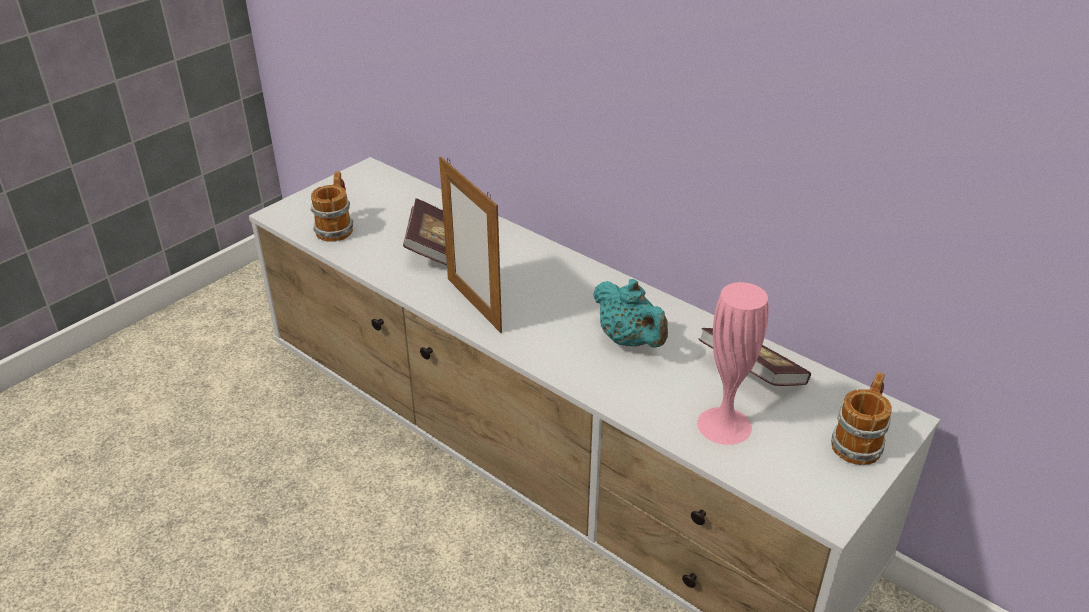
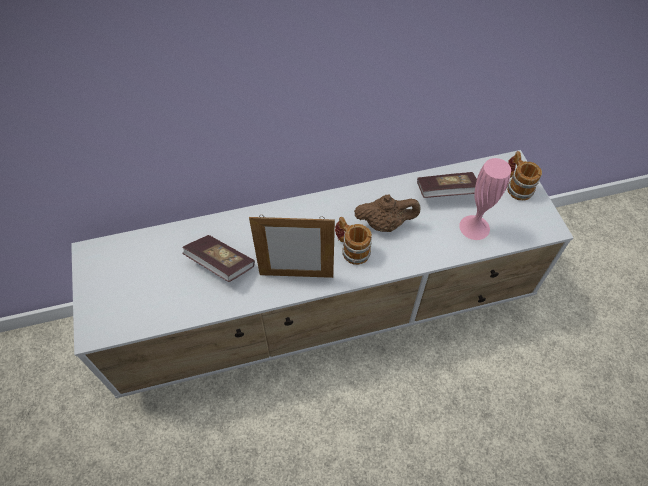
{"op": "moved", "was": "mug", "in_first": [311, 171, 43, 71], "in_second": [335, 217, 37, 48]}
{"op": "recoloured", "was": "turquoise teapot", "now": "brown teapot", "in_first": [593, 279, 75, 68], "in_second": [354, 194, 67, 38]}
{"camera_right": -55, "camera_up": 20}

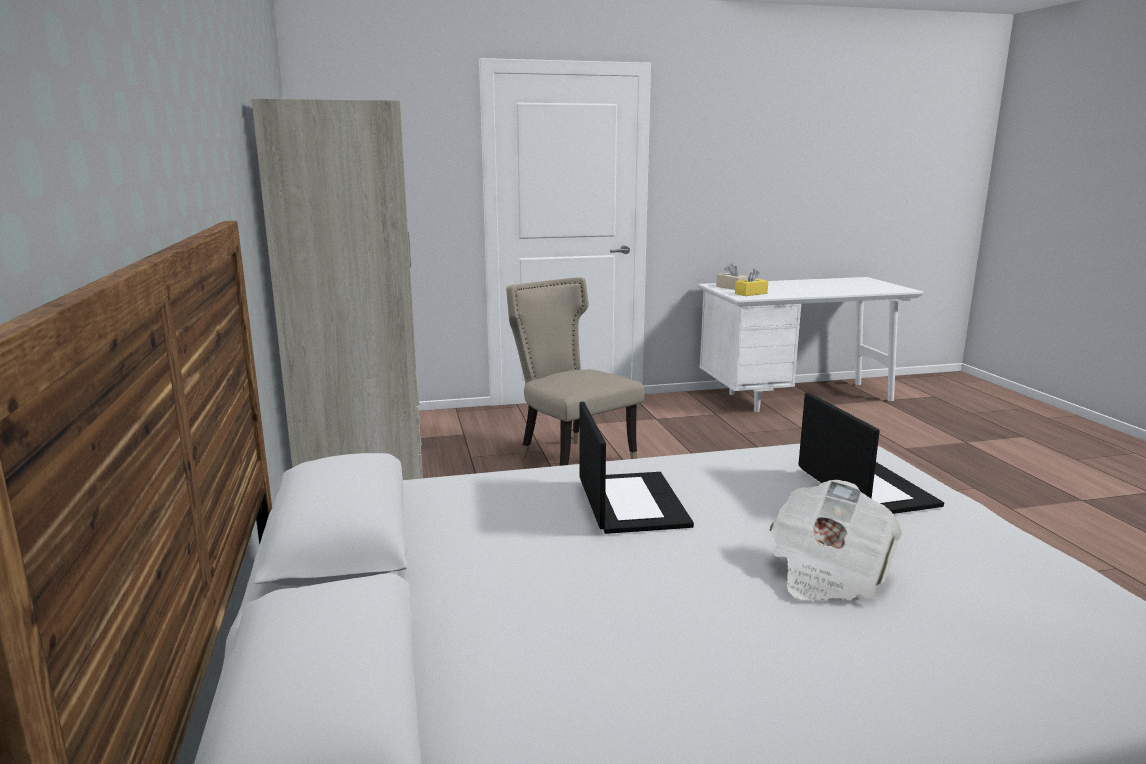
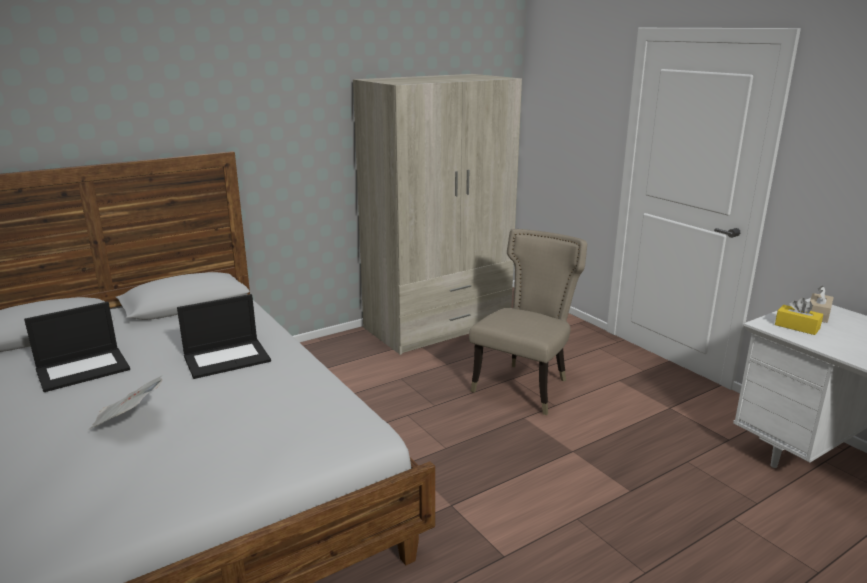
{"op": "moved", "was": "laptop", "in_first": [798, 392, 146, 122], "in_second": [24, 302, 106, 90]}
{"camera_right": 70, "camera_up": 5}

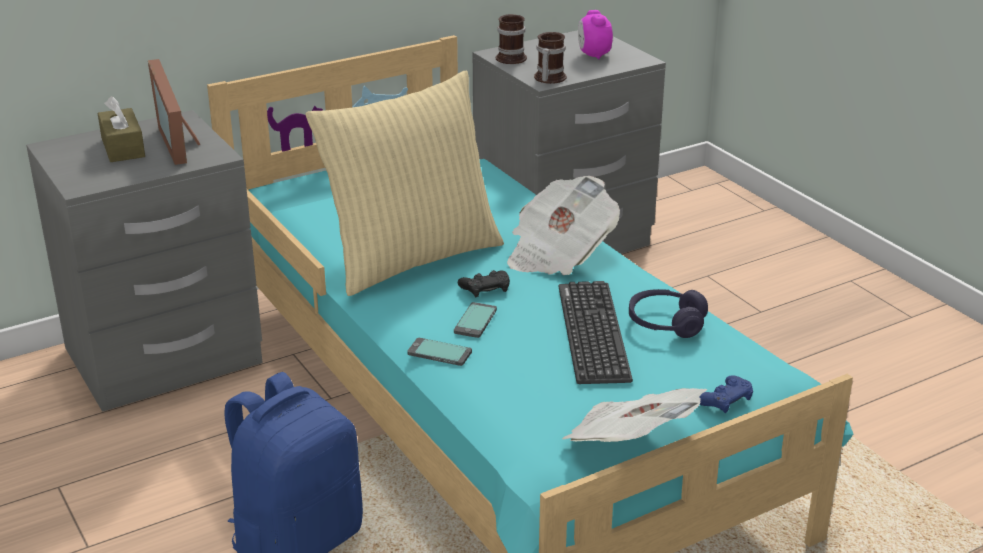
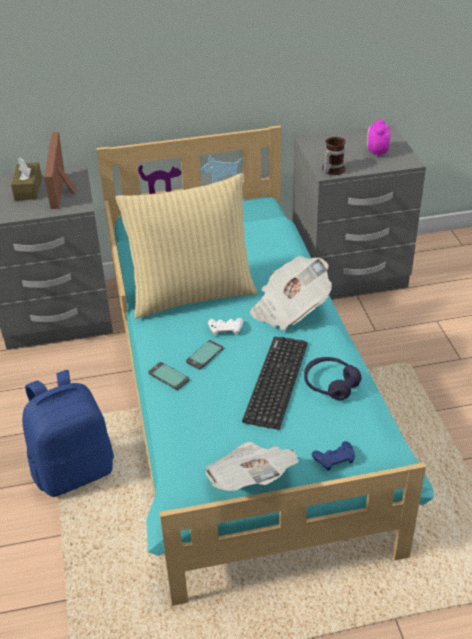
{"op": "removed", "was": "mug", "in_first": [496, 14, 31, 50]}
{"op": "recoloured", "was": "black game controller", "now": "white game controller", "in_first": [458, 270, 52, 27], "in_second": [208, 318, 35, 18]}
{"camera_right": 20, "camera_up": 10}

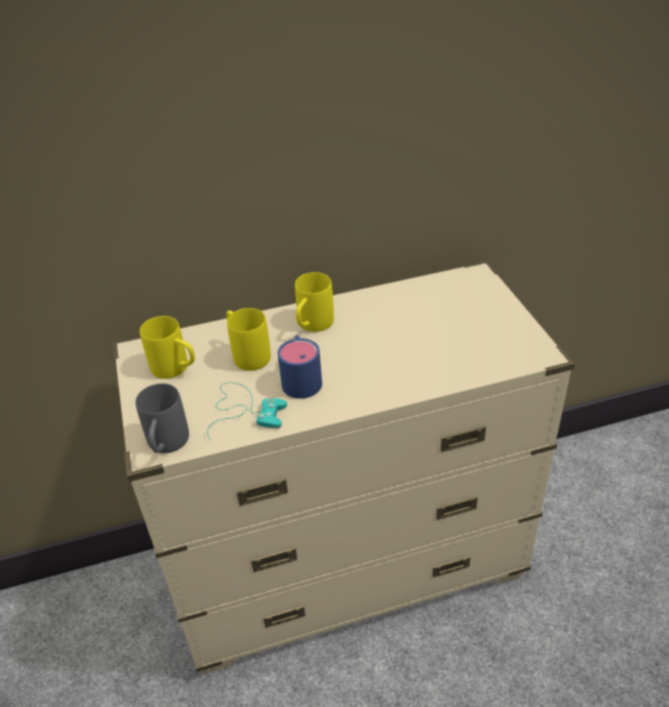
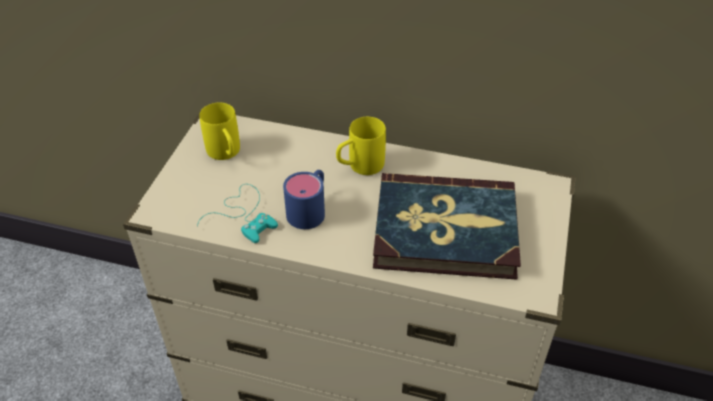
{"op": "removed", "was": "grey mug", "in_first": [136, 383, 53, 70]}
{"op": "removed", "was": "yellow mug", "in_first": [226, 308, 45, 63]}
{"op": "added", "now": "book", "in_second": [373, 173, 148, 107]}
{"camera_right": 30, "camera_up": 5}

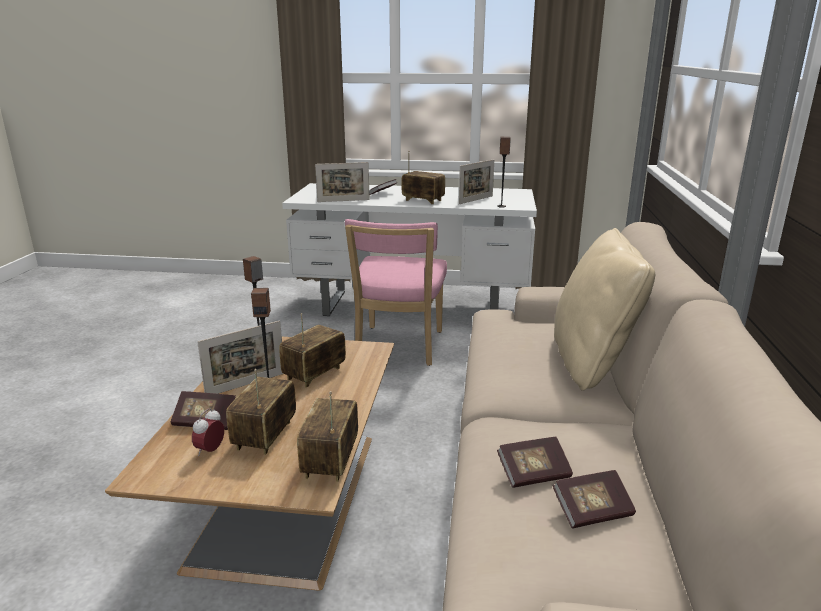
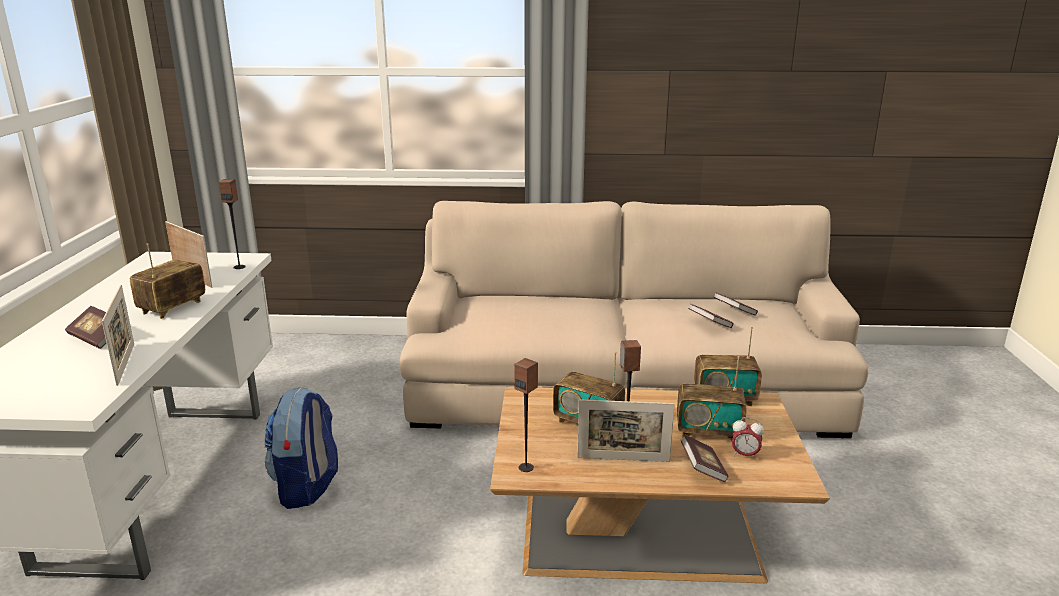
{"op": "removed", "was": "beige pillow", "in_first": [554, 228, 101, 163]}
{"op": "replaced", "was": "pink chair", "now": "backpack", "in_first": [345, 219, 102, 147], "in_second": [265, 387, 73, 122]}
{"op": "turned", "was": "picture frame", "in_first": [197, 320, 86, 74], "in_second": [577, 399, 98, 63], "clockwise": 135}
{"camera_right": -95, "camera_up": 0}

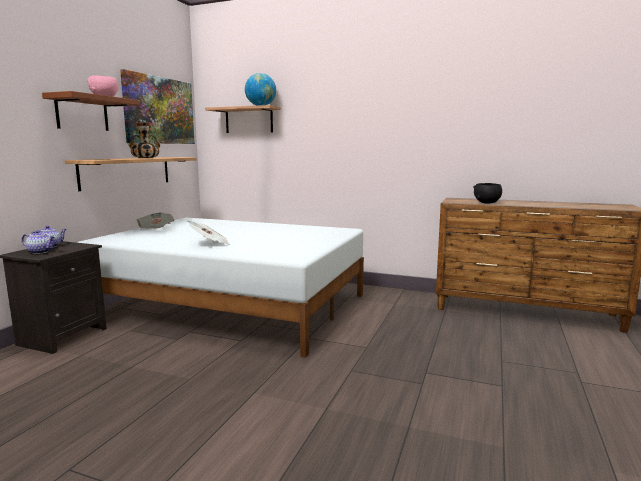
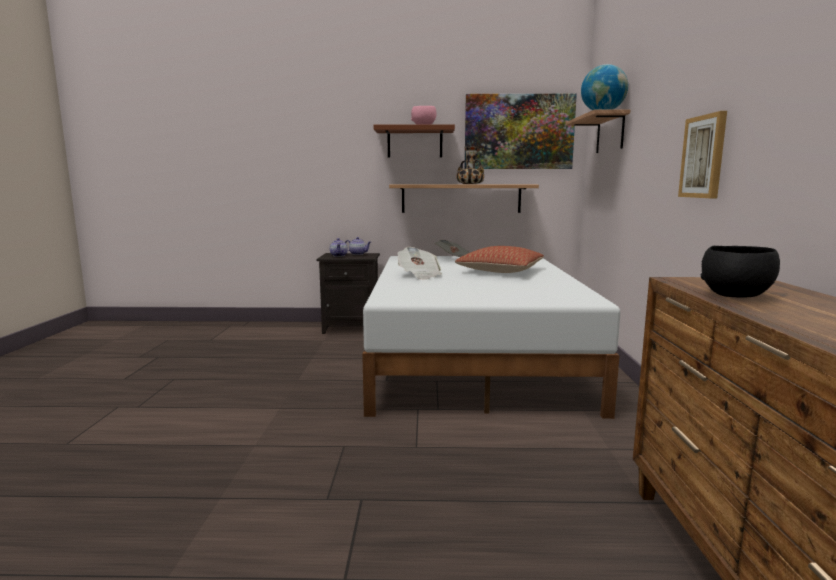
{"op": "added", "now": "pillow", "in_second": [455, 246, 89, 27]}
{"op": "added", "now": "picture", "in_second": [678, 111, 49, 87]}
{"camera_right": 70, "camera_up": 0}

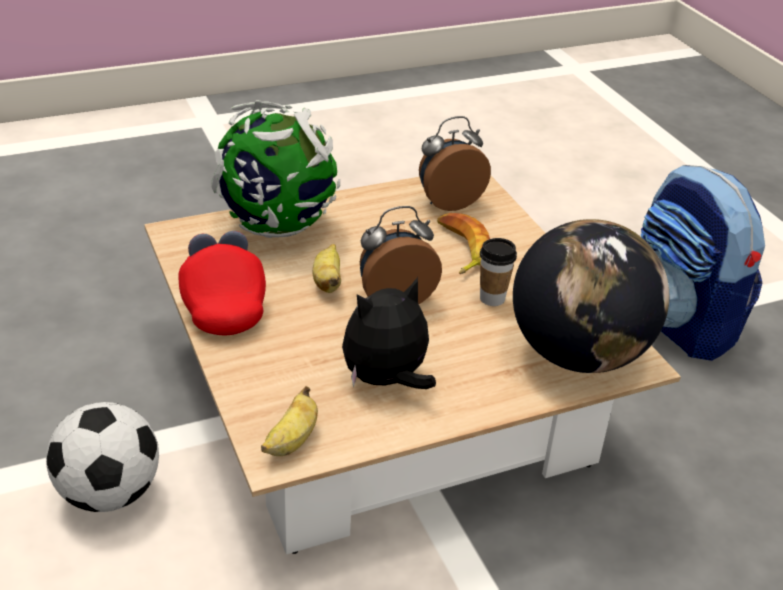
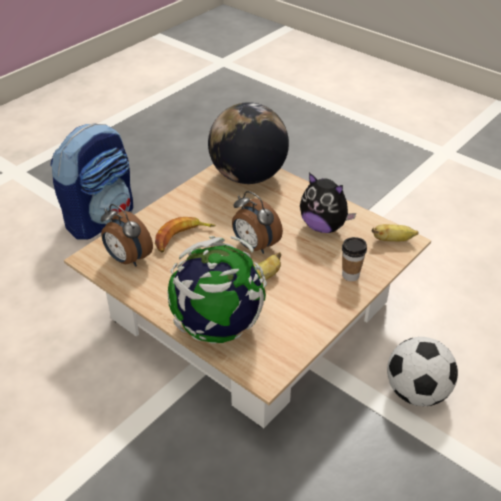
{"op": "removed", "was": "red cap", "in_first": [179, 231, 87, 104]}
{"op": "moved", "was": "cup", "in_first": [480, 238, 37, 68], "in_second": [342, 237, 25, 44]}
{"camera_right": -115, "camera_up": 5}

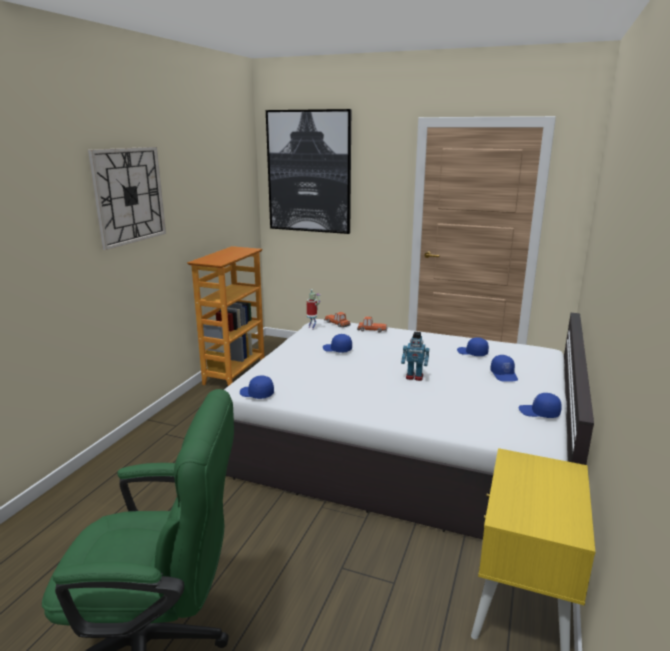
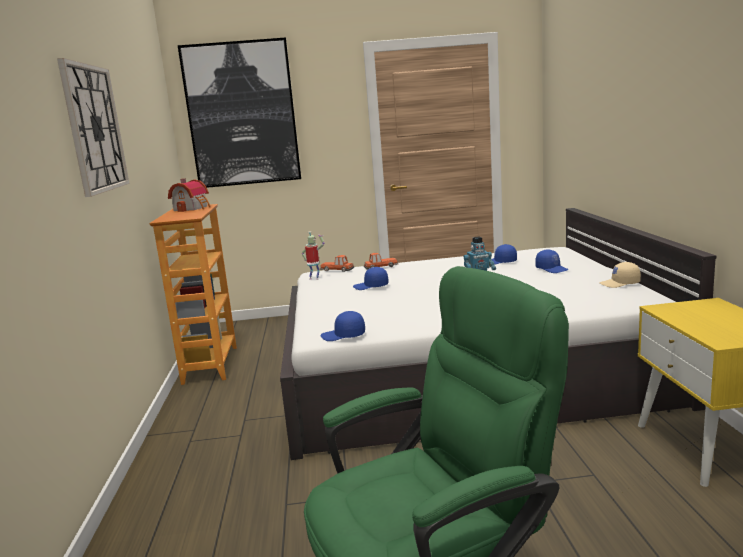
{"op": "added", "now": "toy house", "in_second": [168, 178, 42, 34]}
{"op": "recoloured", "was": "blue cap", "now": "beige cap", "in_first": [519, 393, 43, 25], "in_second": [599, 262, 42, 26]}
{"camera_right": -25, "camera_up": -5}

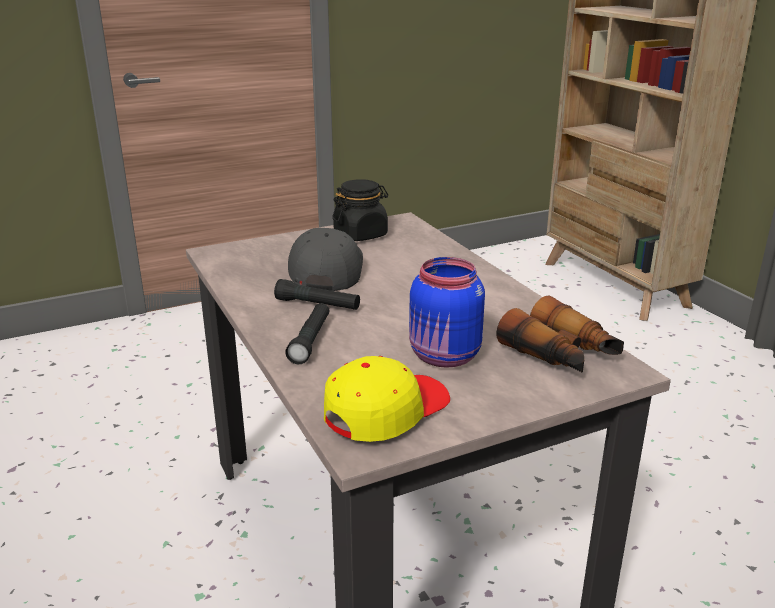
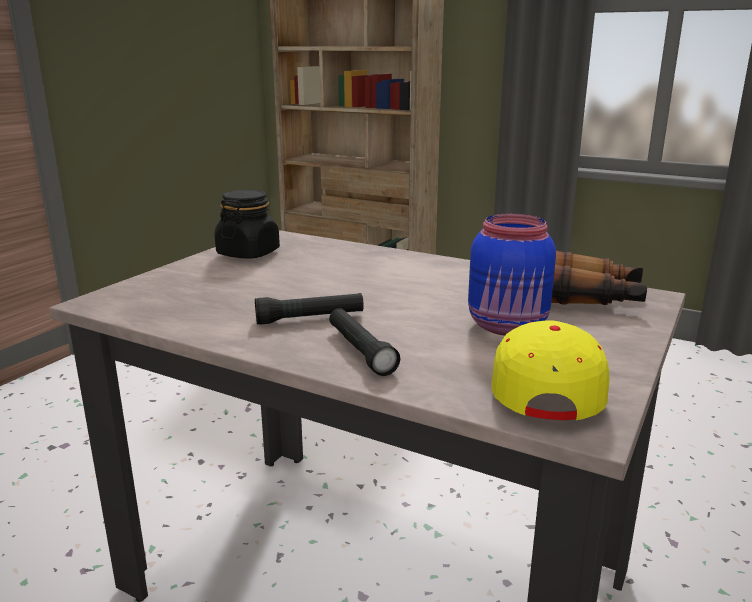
{"op": "removed", "was": "grey cap", "in_first": [288, 228, 75, 63]}
{"camera_right": -35, "camera_up": -5}

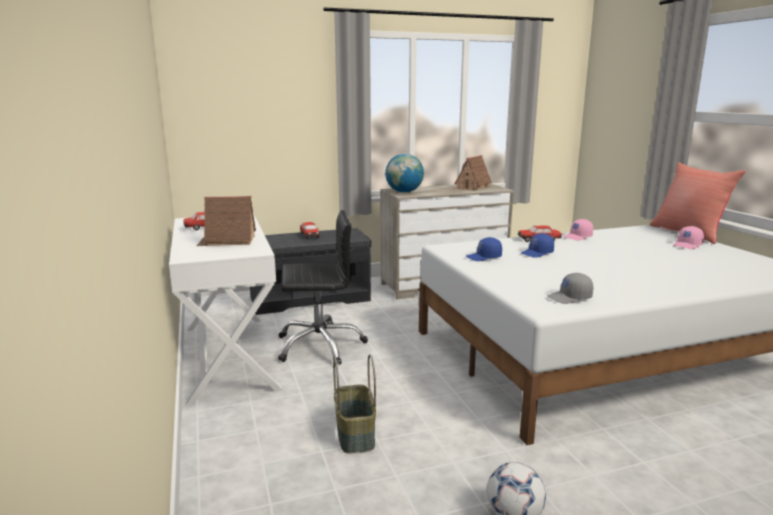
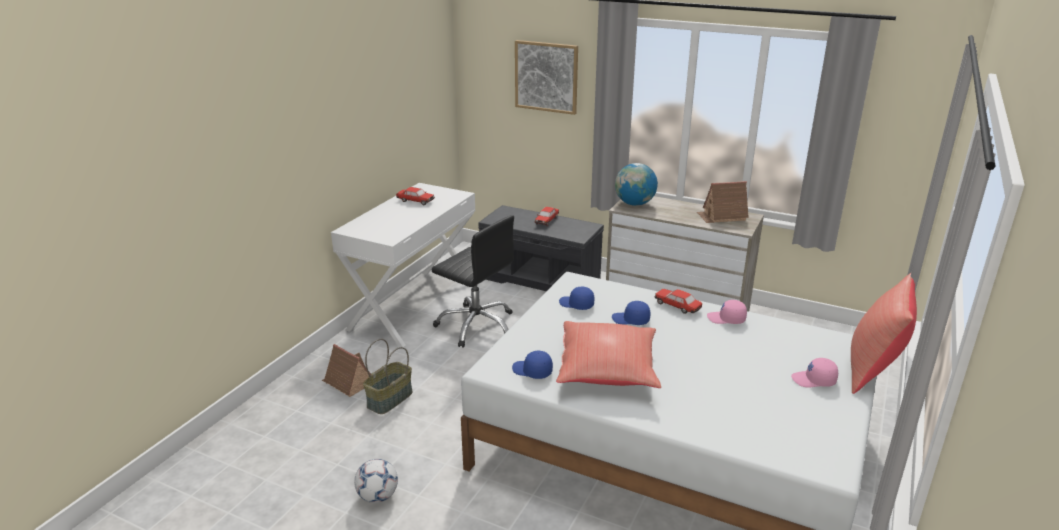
{"op": "added", "now": "picture", "in_second": [515, 40, 63, 75]}
{"op": "added", "now": "red pillow", "in_second": [556, 321, 105, 67]}
{"op": "moved", "was": "toy house", "in_first": [197, 196, 59, 50], "in_second": [322, 344, 49, 53]}
{"op": "recoloured", "was": "grey cap", "now": "blue cap", "in_first": [548, 273, 45, 31], "in_second": [512, 351, 41, 28]}
{"camera_right": 45, "camera_up": 10}

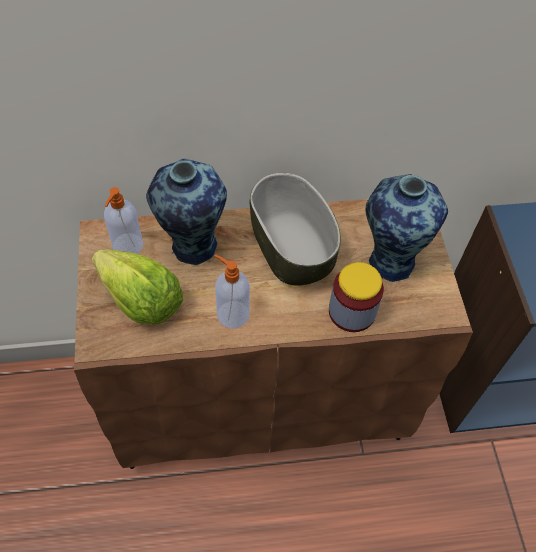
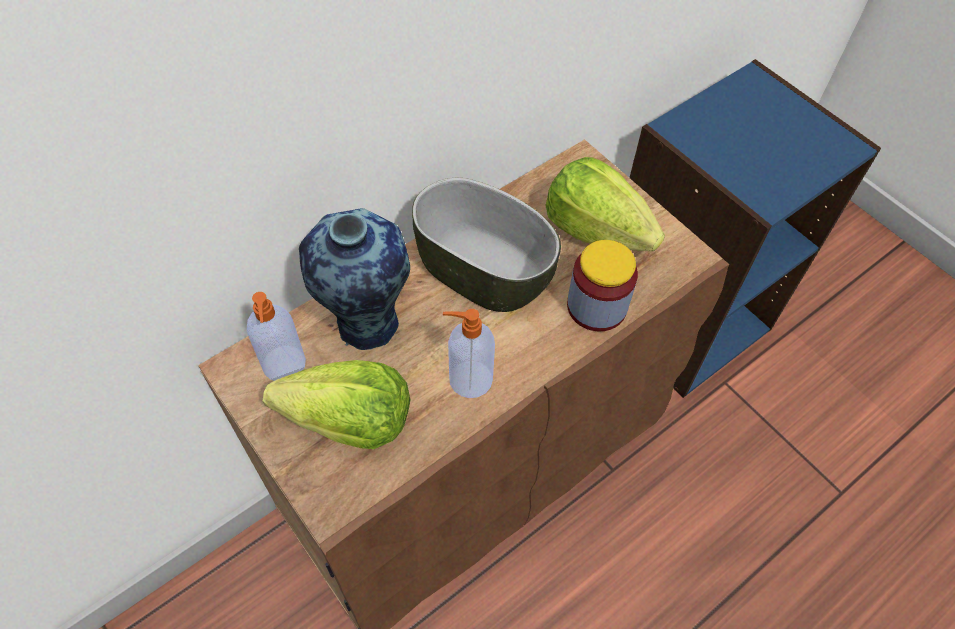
{"op": "replaced", "was": "vase", "now": "lettuce", "in_first": [365, 174, 83, 108], "in_second": [545, 157, 120, 94]}
{"camera_right": -30, "camera_up": 0}

